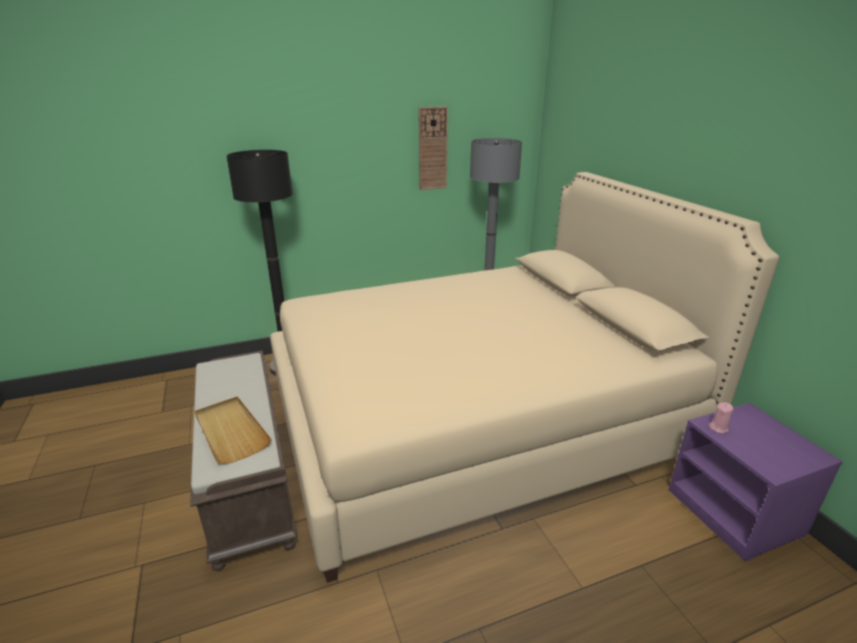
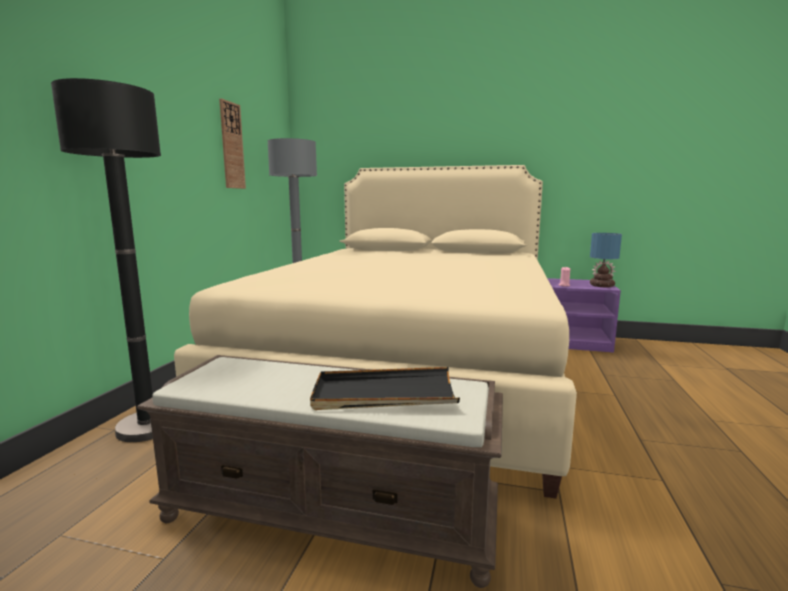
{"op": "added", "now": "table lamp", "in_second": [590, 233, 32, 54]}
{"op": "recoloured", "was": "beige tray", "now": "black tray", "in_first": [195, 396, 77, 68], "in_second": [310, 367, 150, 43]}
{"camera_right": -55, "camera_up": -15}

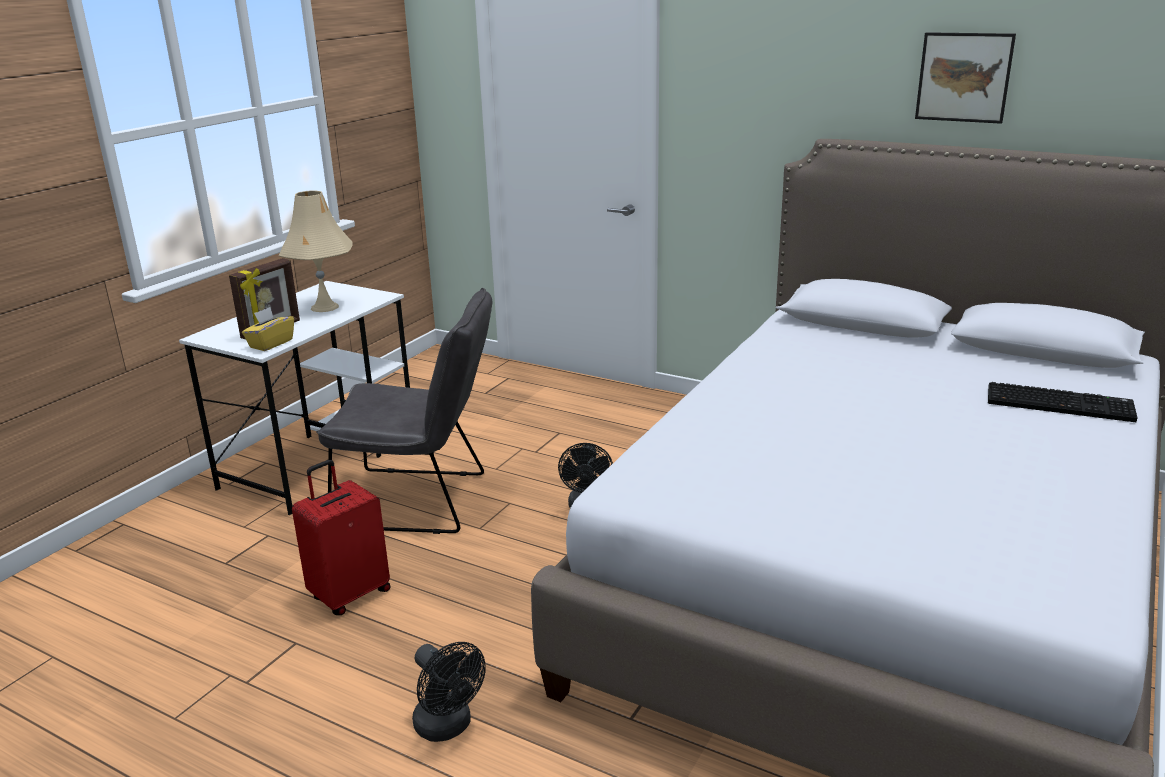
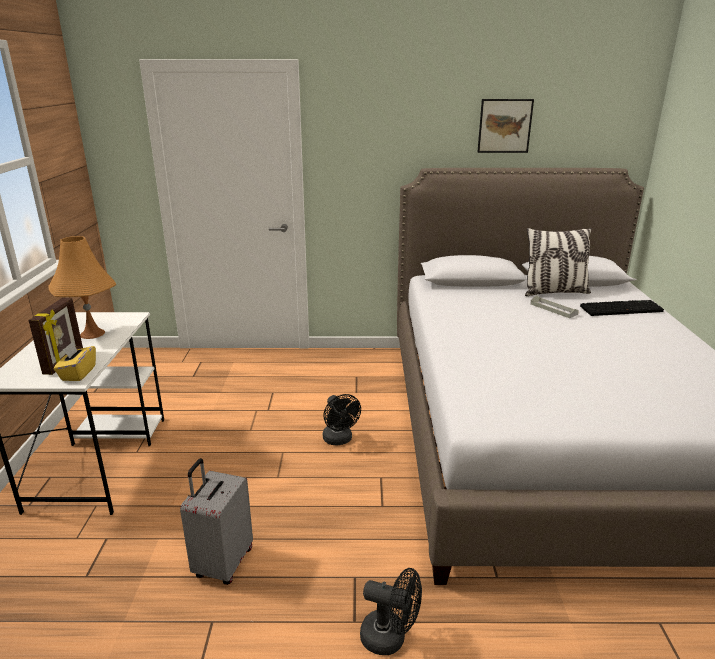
{"op": "removed", "was": "grey chair", "in_first": [316, 288, 176, 246]}
{"op": "added", "now": "pillow", "in_second": [525, 228, 67, 68]}
{"op": "added", "now": "grey tray", "in_second": [530, 296, 49, 22]}
{"op": "recoloured", "was": "beige table lamp", "now": "orange table lamp", "in_first": [279, 190, 74, 122], "in_second": [48, 236, 68, 103]}
{"op": "recoloured", "was": "red suitcase", "now": "grey suitcase", "in_first": [292, 460, 99, 155], "in_second": [180, 458, 73, 127]}
{"camera_right": -30, "camera_up": 0}

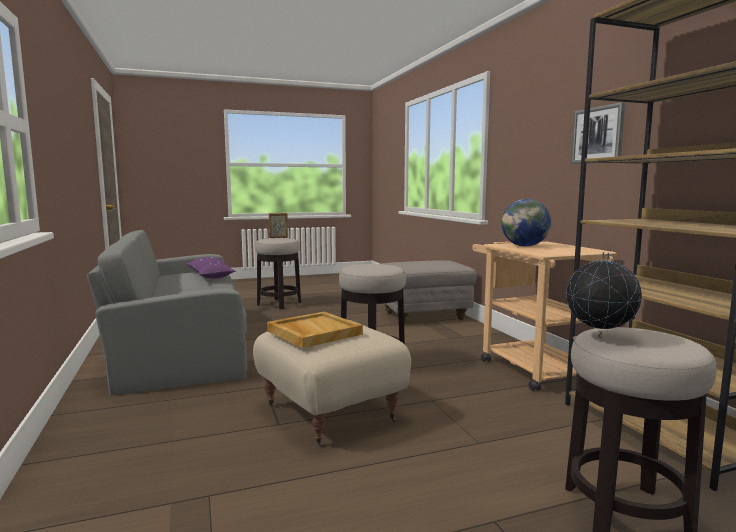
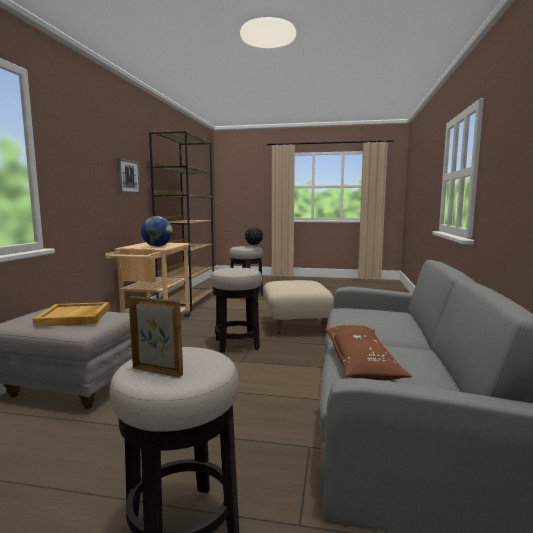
{"op": "moved", "was": "beige tray", "in_first": [267, 312, 96, 36], "in_second": [33, 302, 77, 25]}
{"op": "recoloured", "was": "purple pillow", "now": "brown pillow", "in_first": [186, 257, 50, 21], "in_second": [324, 325, 88, 55]}
{"camera_right": -150, "camera_up": 0}

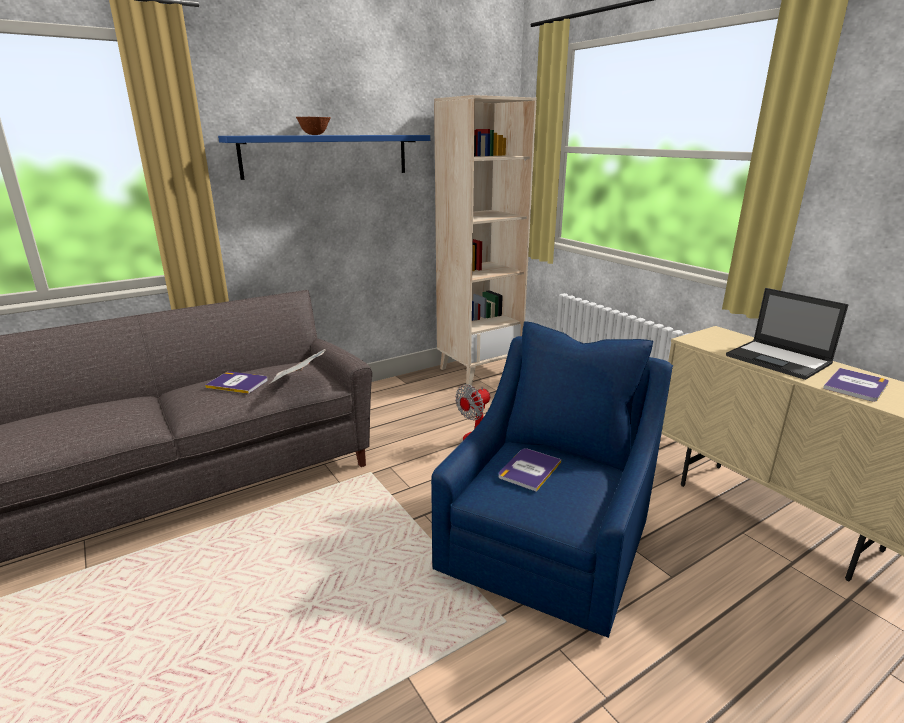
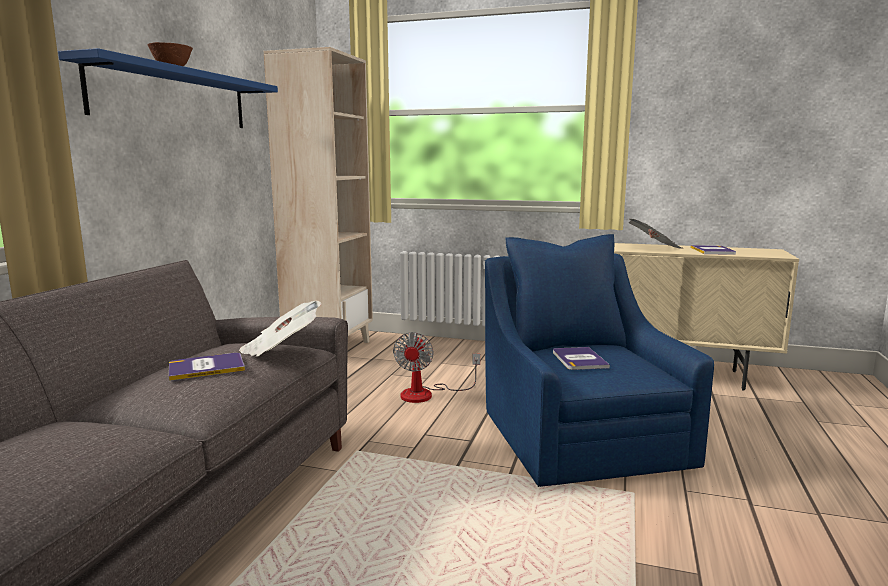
{"op": "replaced", "was": "laptop", "now": "newspaper", "in_first": [726, 288, 123, 92], "in_second": [629, 219, 54, 30]}
{"camera_right": -40, "camera_up": -10}

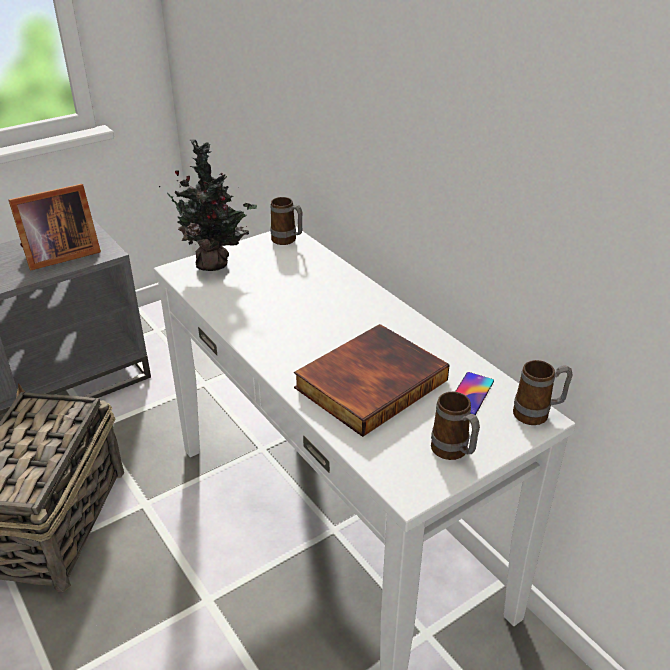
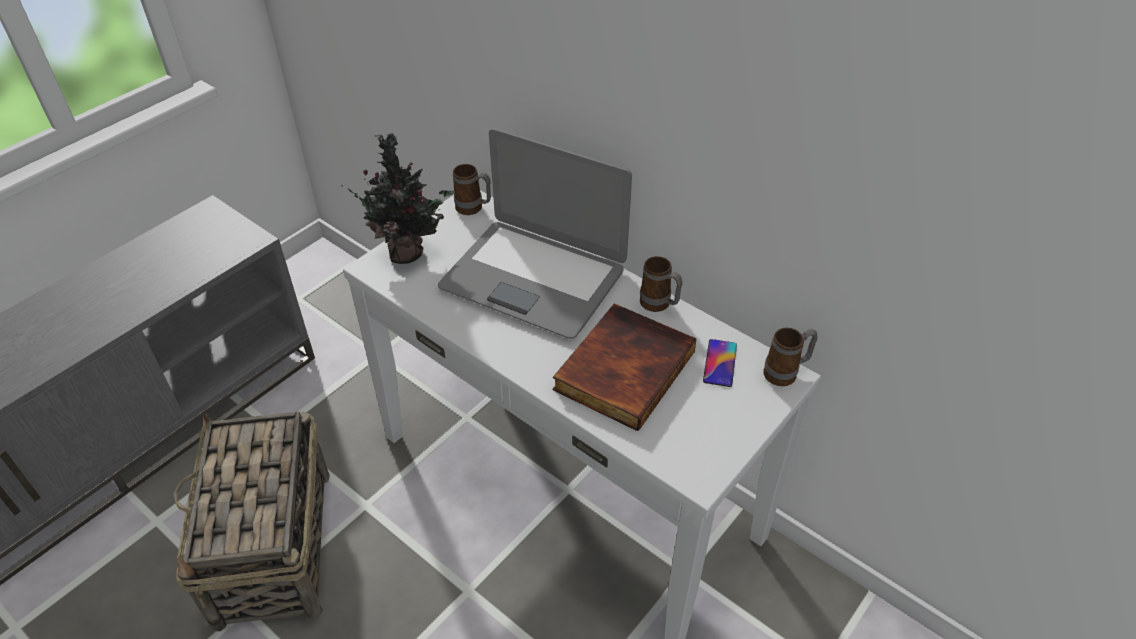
{"op": "removed", "was": "picture frame", "in_first": [9, 184, 92, 86]}
{"op": "added", "now": "laptop", "in_second": [438, 128, 194, 211]}
{"op": "moved", "was": "mug", "in_first": [431, 392, 49, 68], "in_second": [640, 256, 43, 56]}
{"camera_right": -15, "camera_up": 10}

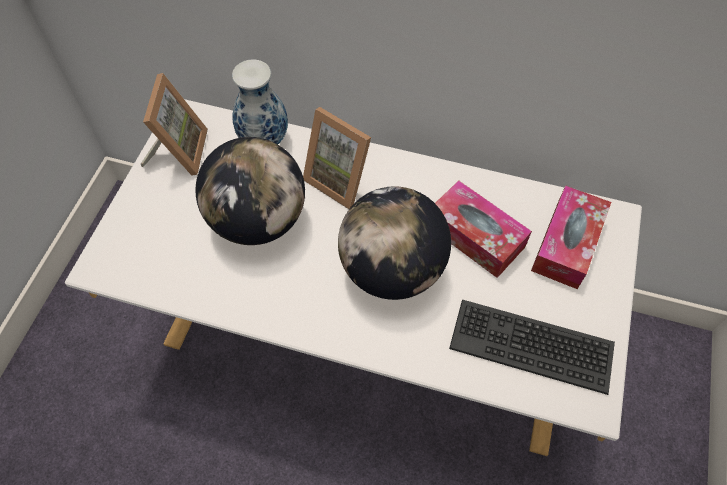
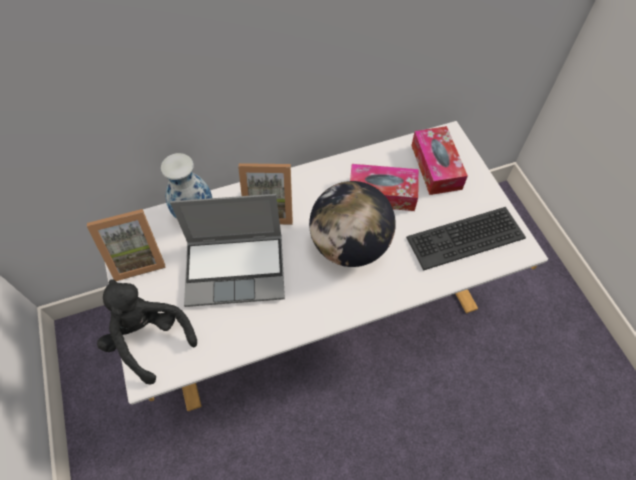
{"op": "added", "now": "black plush toy", "in_second": [97, 279, 100, 106]}
{"op": "replaced", "was": "globe", "now": "laptop", "in_first": [196, 137, 109, 108], "in_second": [170, 194, 115, 113]}
{"op": "turned", "was": "picture frame", "in_first": [141, 73, 67, 103], "in_second": [87, 209, 78, 72], "clockwise": 105}
{"camera_right": -35, "camera_up": 0}

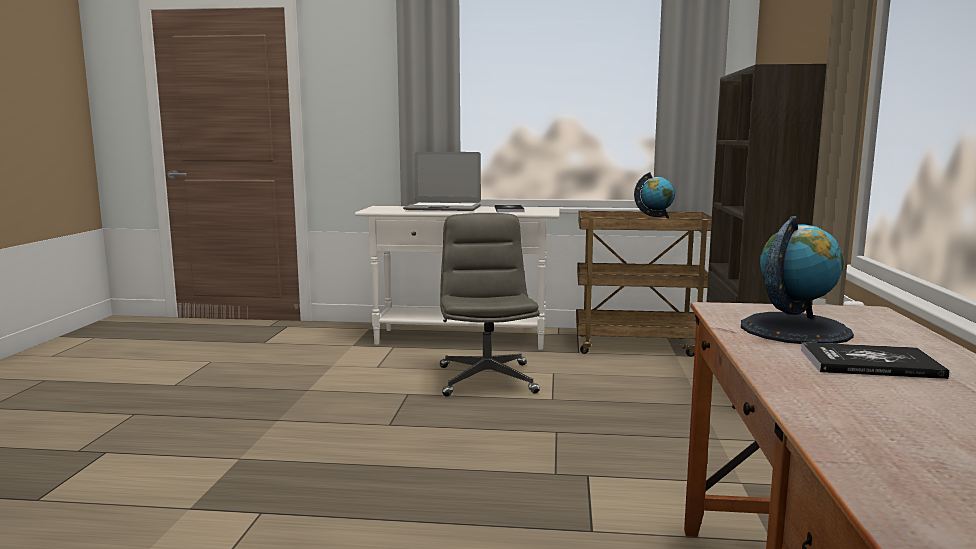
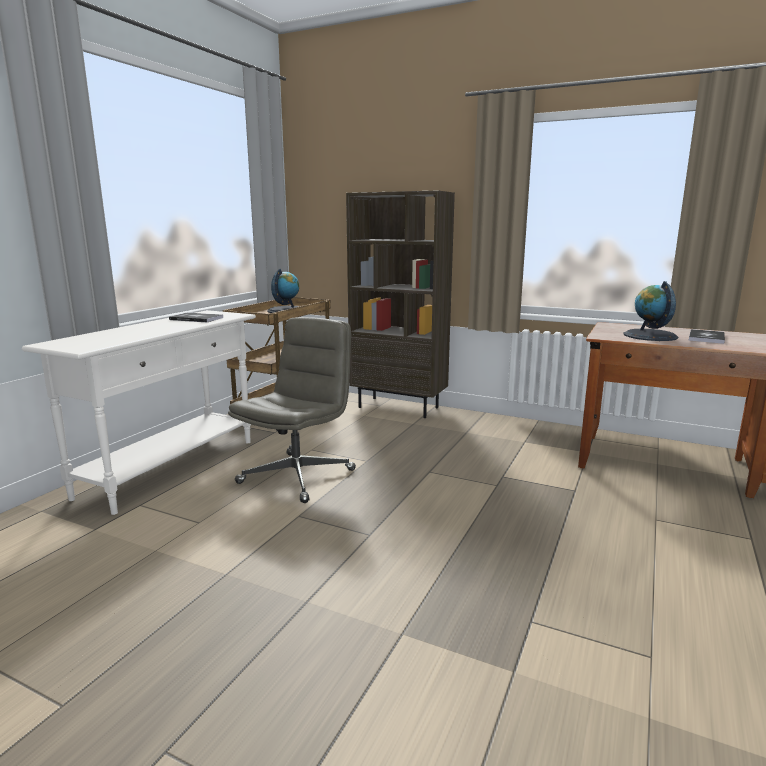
{"op": "removed", "was": "laptop", "in_first": [403, 152, 78, 59]}
{"op": "turned", "was": "grey office chair", "in_first": [440, 213, 100, 184], "in_second": [228, 317, 128, 186], "clockwise": 105}
{"camera_right": -70, "camera_up": 5}

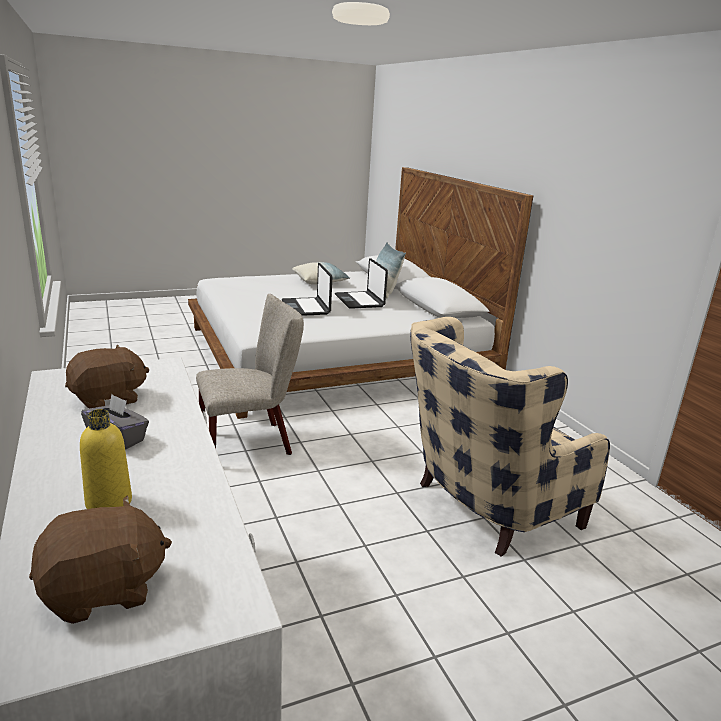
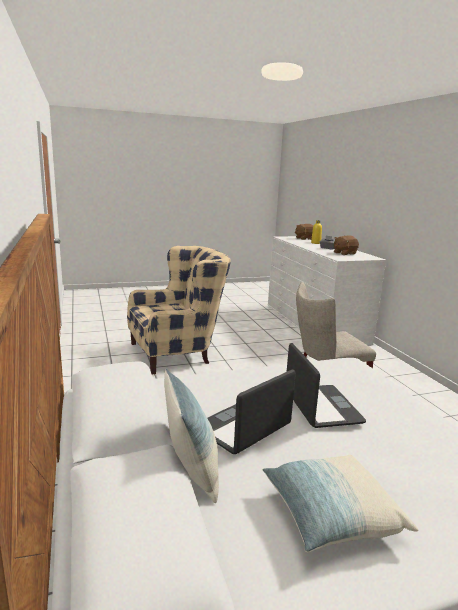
{"op": "turned", "was": "laptop", "in_first": [335, 258, 53, 51], "in_second": [207, 370, 89, 84], "clockwise": -120}
{"camera_right": -175, "camera_up": -5}

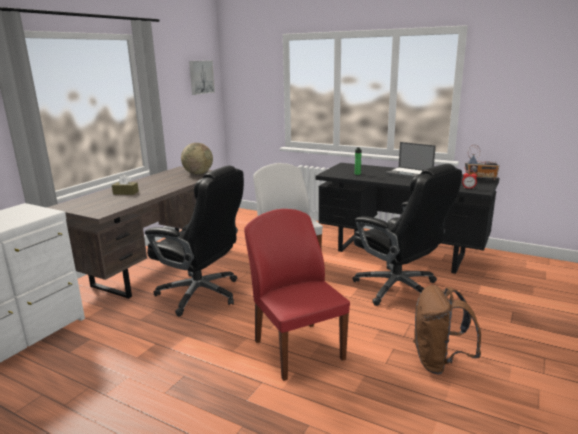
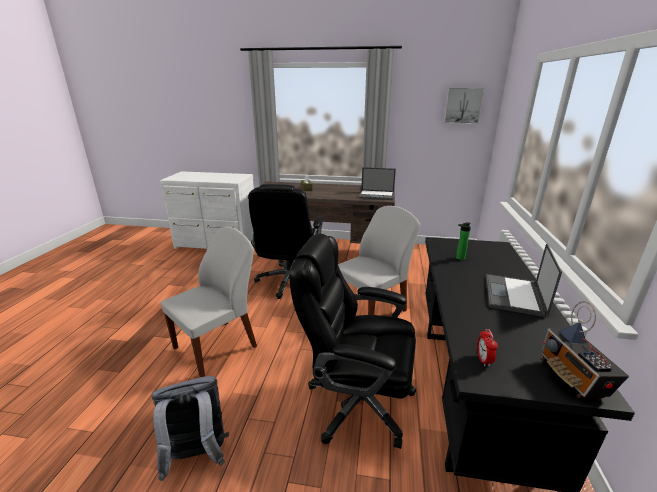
{"op": "replaced", "was": "globe", "now": "laptop", "in_first": [181, 143, 32, 31], "in_second": [358, 167, 38, 33]}
{"op": "recoloured", "was": "red chair", "now": "white chair", "in_first": [244, 209, 106, 172], "in_second": [161, 227, 96, 150]}
{"op": "recoloured", "was": "brown backpack", "now": "grey backpack", "in_first": [413, 285, 68, 90], "in_second": [152, 376, 77, 105]}
{"op": "turned", "was": "black office chair", "in_first": [353, 164, 109, 142], "in_second": [289, 233, 127, 216], "clockwise": 75}
{"camera_right": 70, "camera_up": 5}

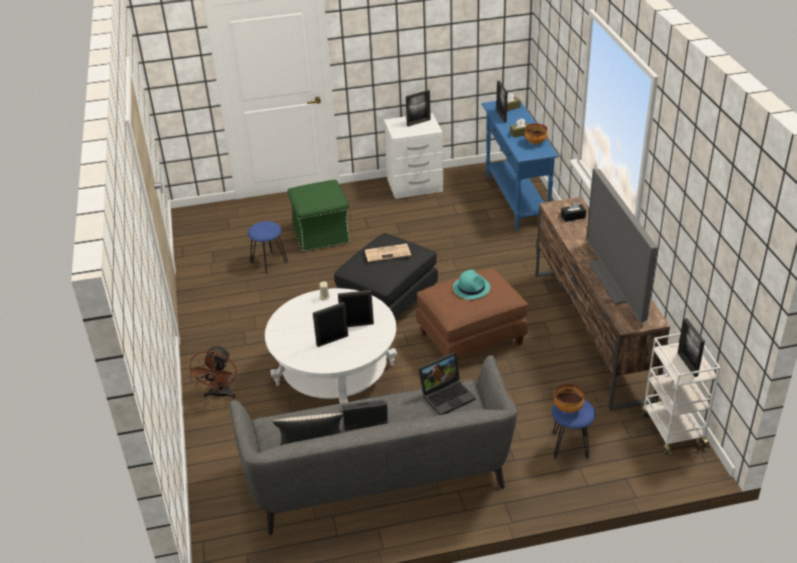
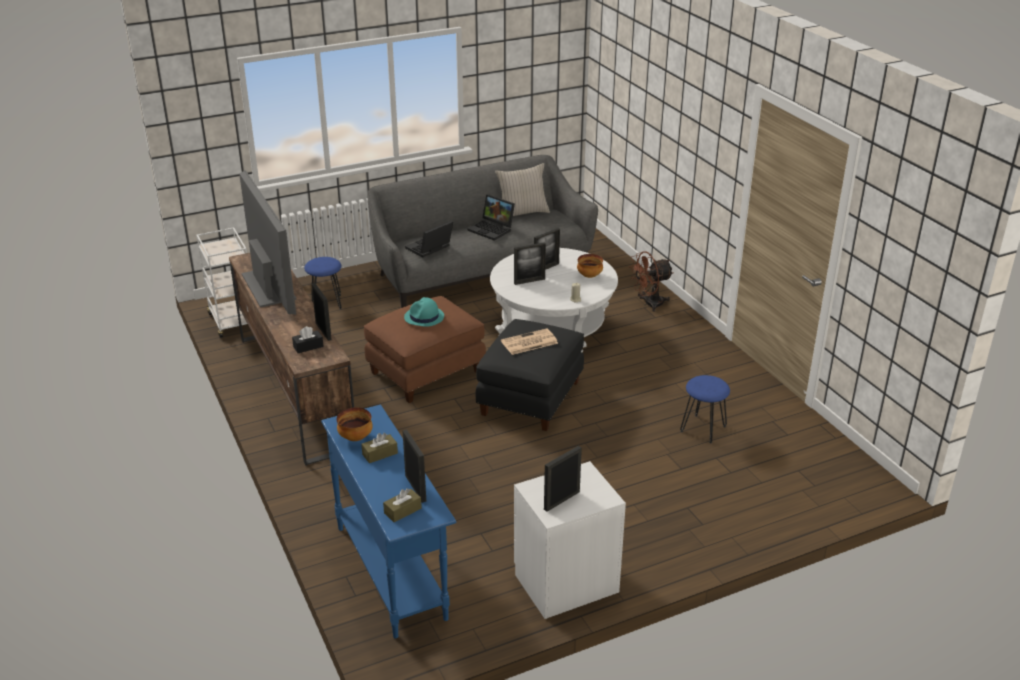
{"op": "removed", "was": "green ottoman", "in_first": [287, 180, 64, 72]}
{"op": "moved", "was": "bowl", "in_first": [554, 384, 30, 29], "in_second": [577, 254, 26, 24]}
{"op": "moved", "was": "picture frame", "in_first": [678, 318, 27, 59], "in_second": [311, 283, 21, 58]}
{"op": "turned", "was": "brown fan", "in_first": [188, 344, 49, 55], "in_second": [629, 252, 44, 60], "clockwise": -105}
{"op": "turned", "was": "laptop", "in_first": [342, 400, 46, 30], "in_second": [468, 194, 47, 47], "clockwise": 60}
{"camera_right": 165, "camera_up": -5}

